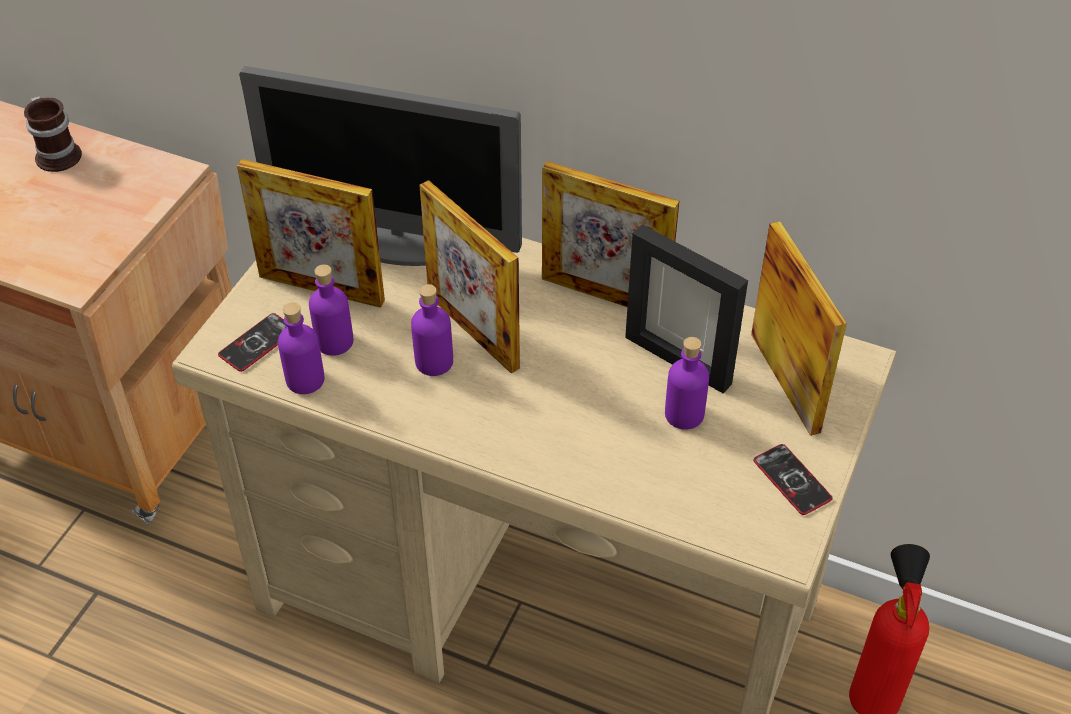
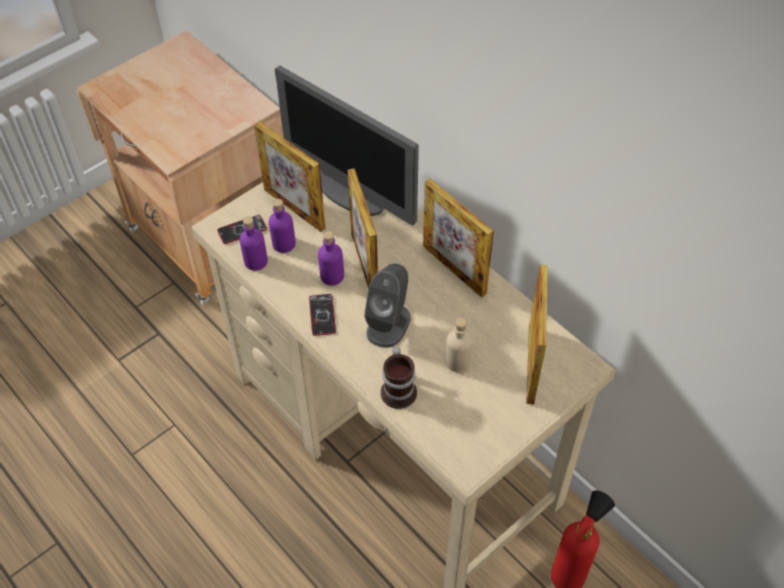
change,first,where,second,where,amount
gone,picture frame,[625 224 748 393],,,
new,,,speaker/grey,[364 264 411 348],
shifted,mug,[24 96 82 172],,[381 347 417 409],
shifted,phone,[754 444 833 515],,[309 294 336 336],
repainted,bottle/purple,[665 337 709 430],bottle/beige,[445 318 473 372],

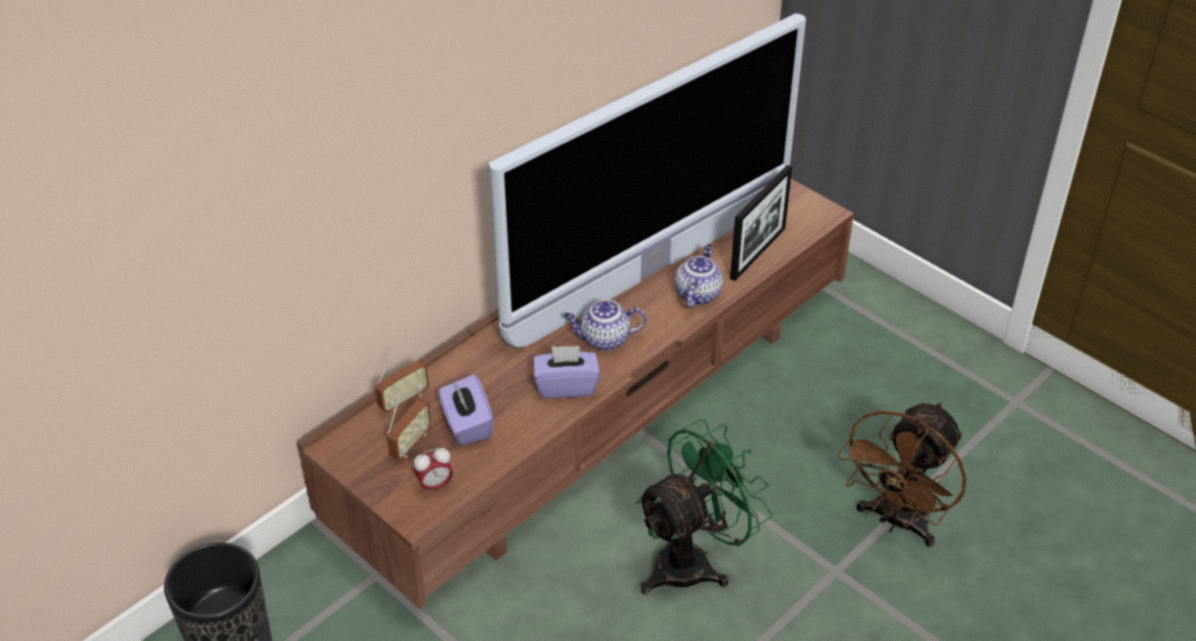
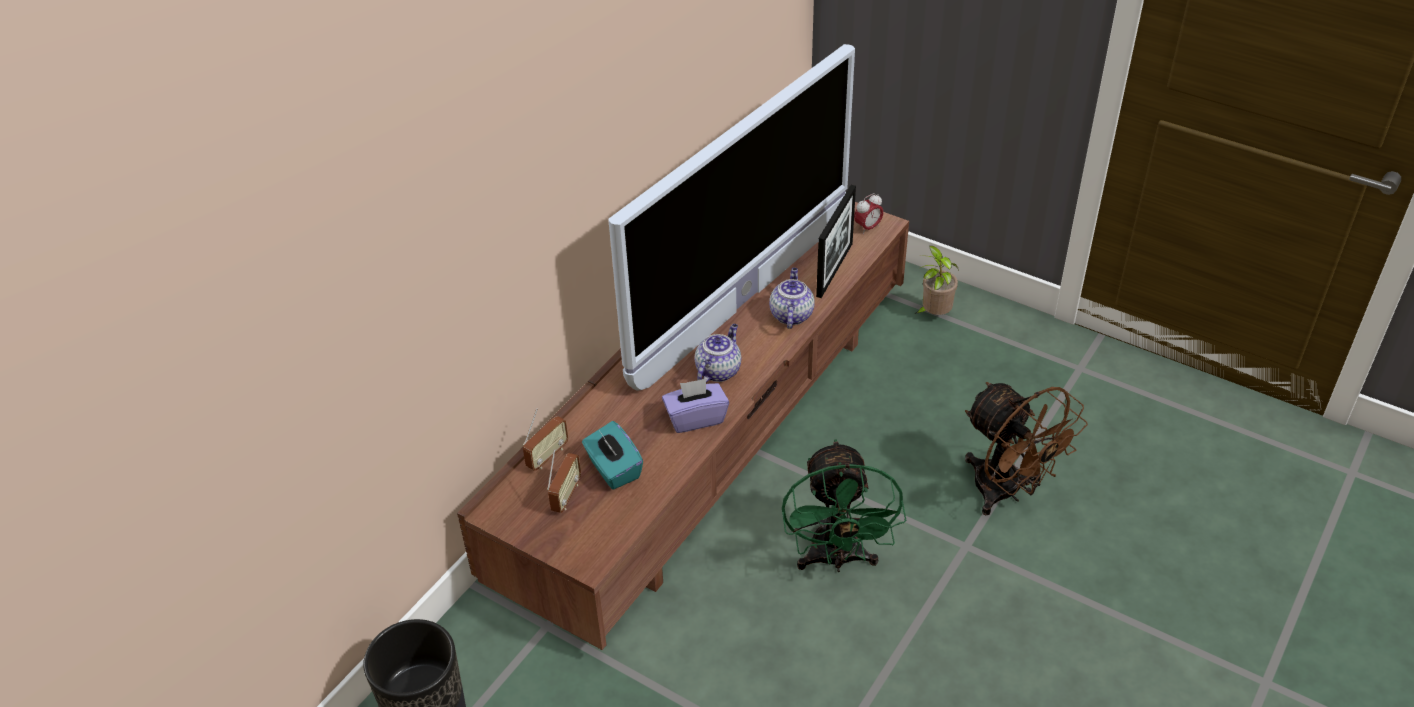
change,first,where,second,where,amount
new,,,potted plant,[915 245 959 315],
shifted,alarm clock,[414 448 454 494],,[854 193 884 234],
repainted,tissue box/purple,[438 374 494 446],tissue box/turquoise,[582 421 643 490],
rotated,teapot,[564 299 647 351],,[694 324 741 382],135 degrees clockwise
rotated,fan/green,[636 419 772 595],,[782 439 906 572],135 degrees clockwise
rotated,fan/brown,[837 402 967 547],,[965 382 1088 515],60 degrees counterclockwise

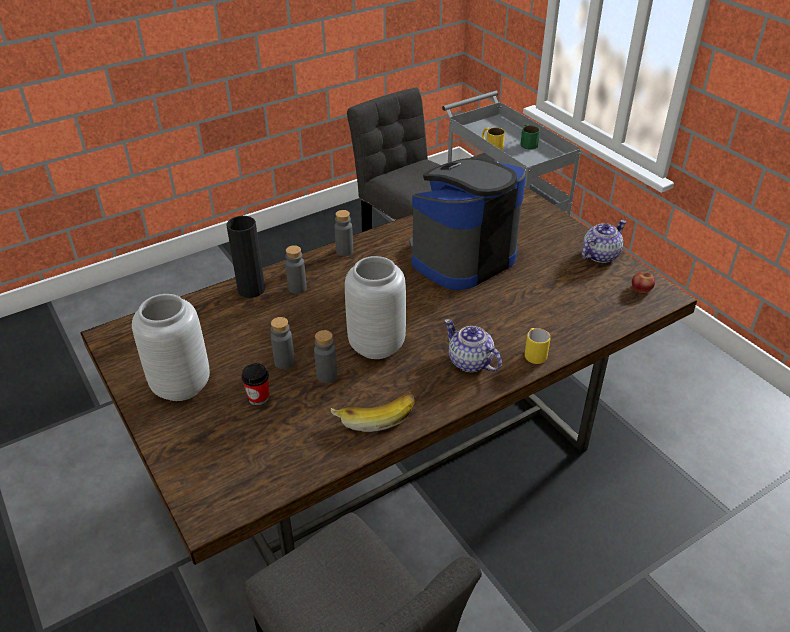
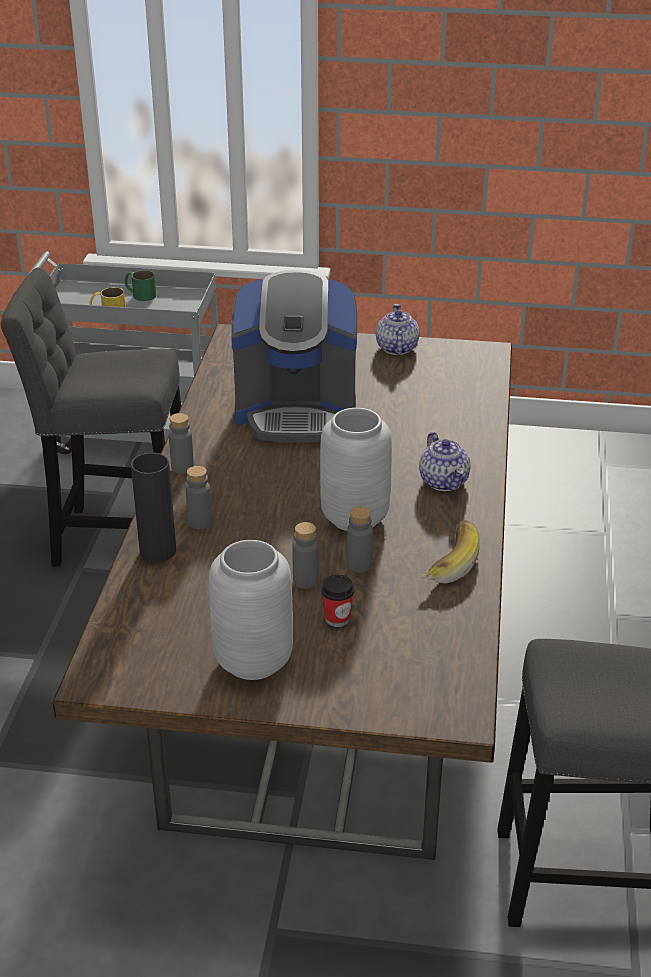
change,first,where,second,where,amount
gone,mug/yellow,[525 328 551 364],,,
gone,apple,[632 271 655 293],,,
rotated,coffee machine,[409 158 526 290],,[231 270 357 442],90 degrees counterclockwise
rotated,teapot,[444 319 502 372],,[419 432 471 491],105 degrees counterclockwise

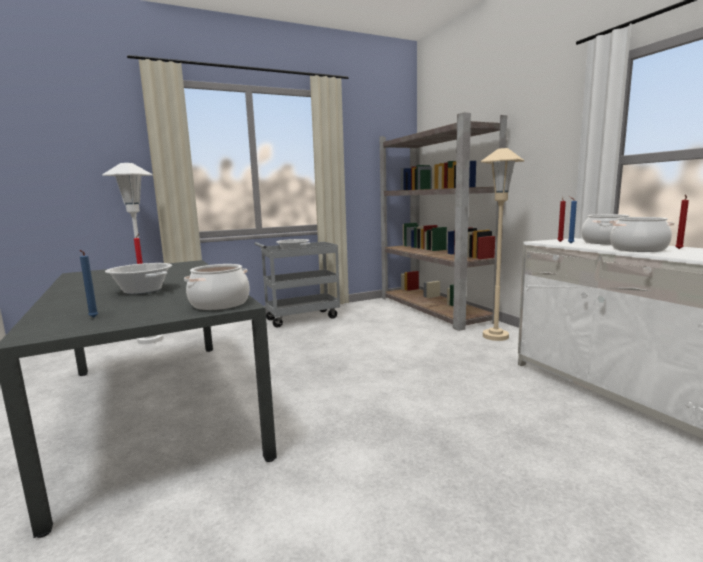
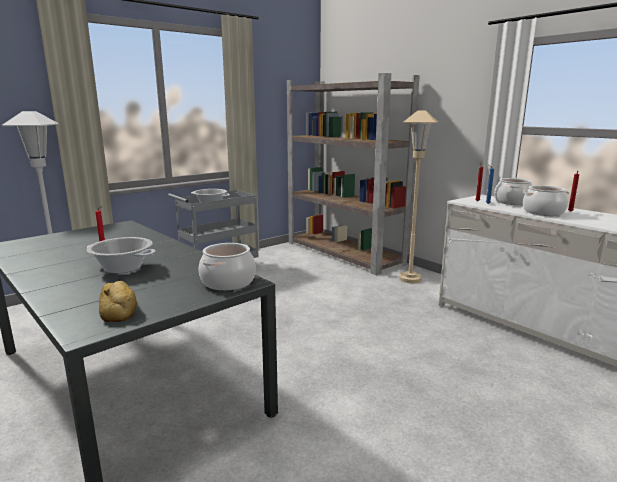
change,first,where,second,where,amount
swapped,candle/blue,[80 250 98 318],bread,[99 281 137 322],

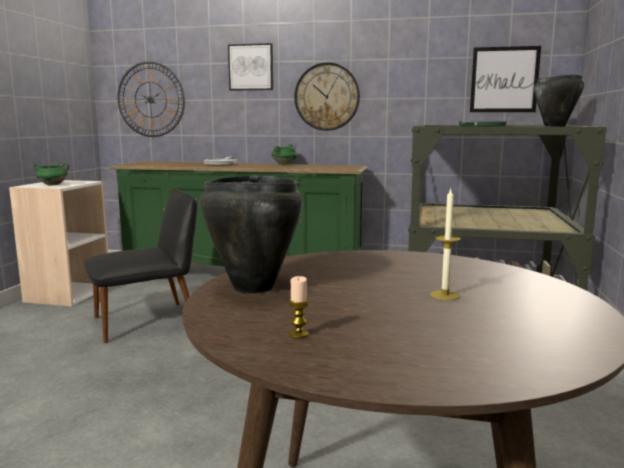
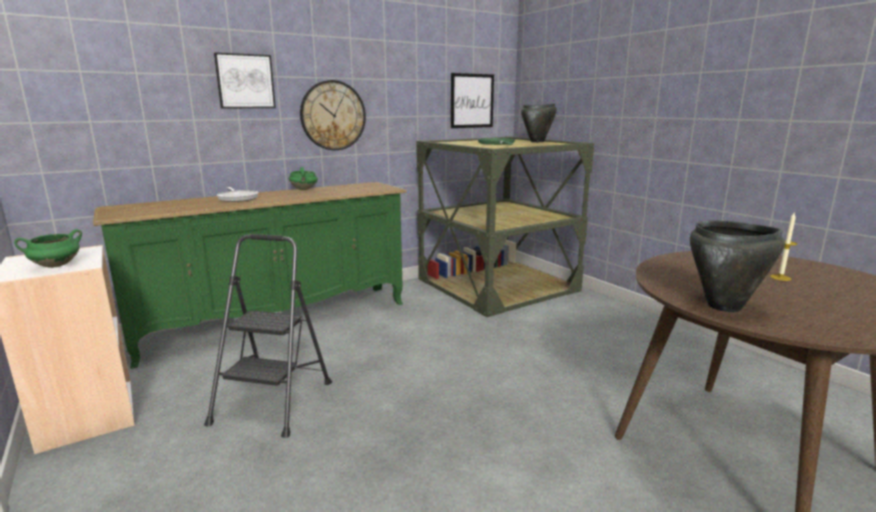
change,first,where,second,where,amount
gone,wall clock,[117 62 185 137],,,
gone,candle,[289 276 309 339],,,
swapped,chair/black,[84 188 197 343],step ladder/black,[204 234 332 438],

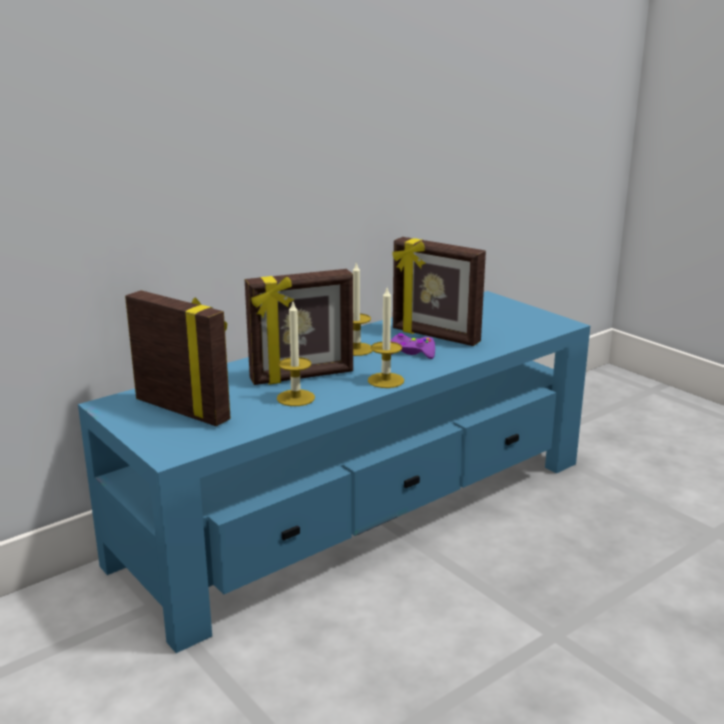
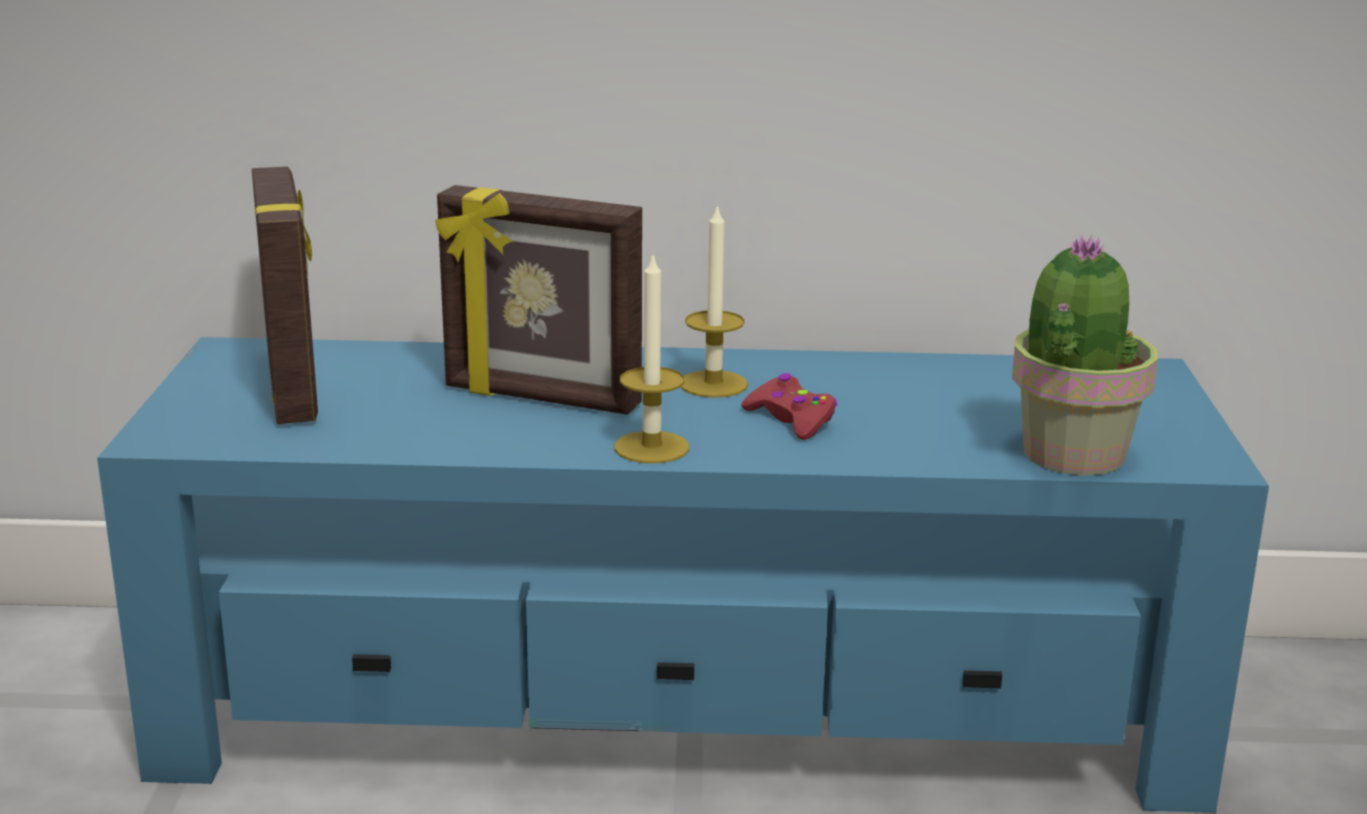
change,first,where,second,where,amount
gone,candle,[277 302 315 406],,,
gone,picture frame,[392 237 486 346],,,
new,,,potted plant,[1012 235 1158 476],
repainted,game controller/purple,[391 333 435 359],game controller/red,[742 373 837 440],

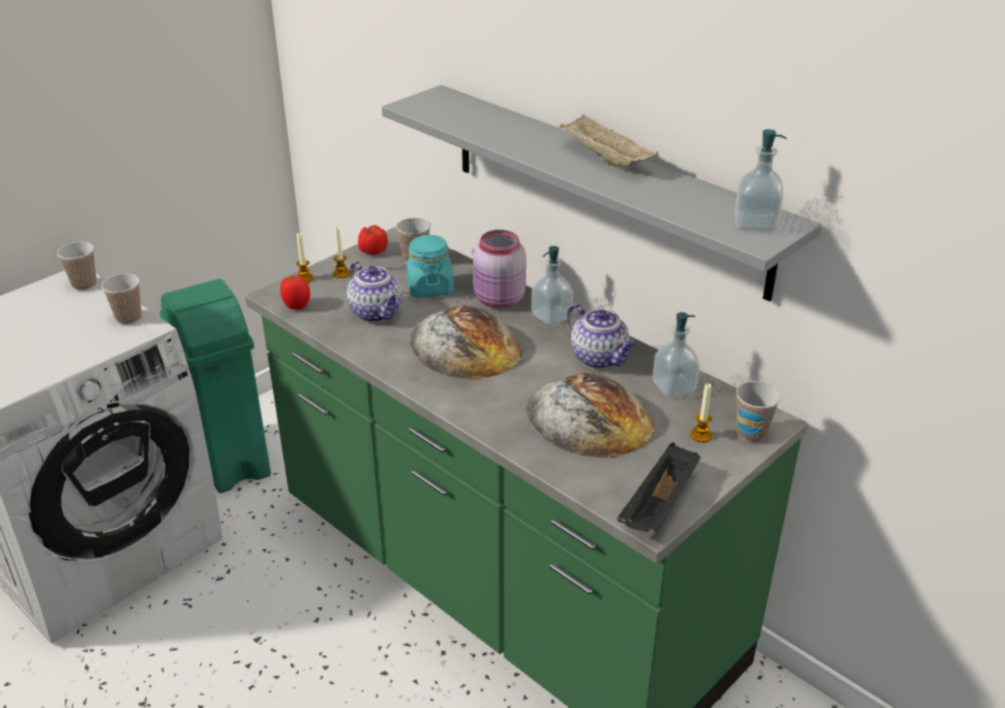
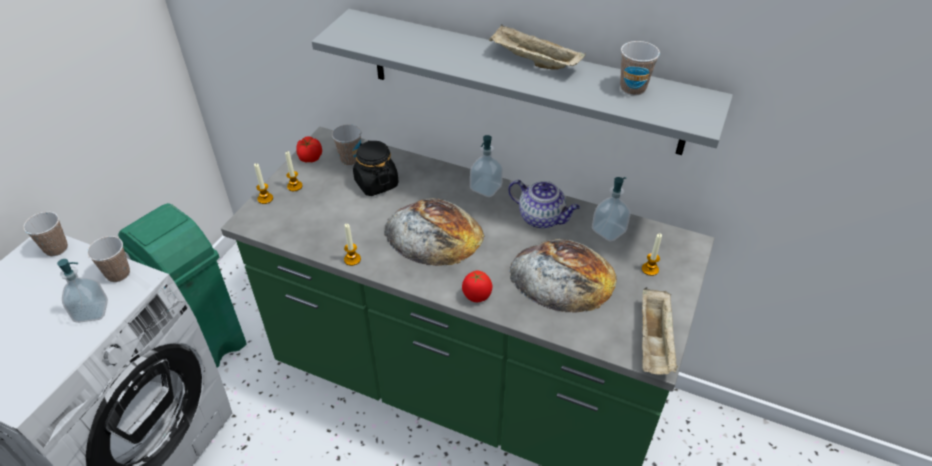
change,first,where,second,where,amount
gone,teapot,[347 261 402 322],,,
gone,jar/pink,[473 230 526 308],,,
new,,,candle,[344 224 361 266],
shifted,tomato,[280 275 310 310],,[462 271 492 302],
shifted,soap dispenser,[735 129 787 232],,[57 259 108 323],
shifted,cup,[736 381 781 443],,[620 41 660 96],
repainted,jar/turquoise,[406 235 454 297],jar/black,[353 140 399 196],
repainted,tray/black,[617 443 701 533],tray/beige,[642 287 678 374],

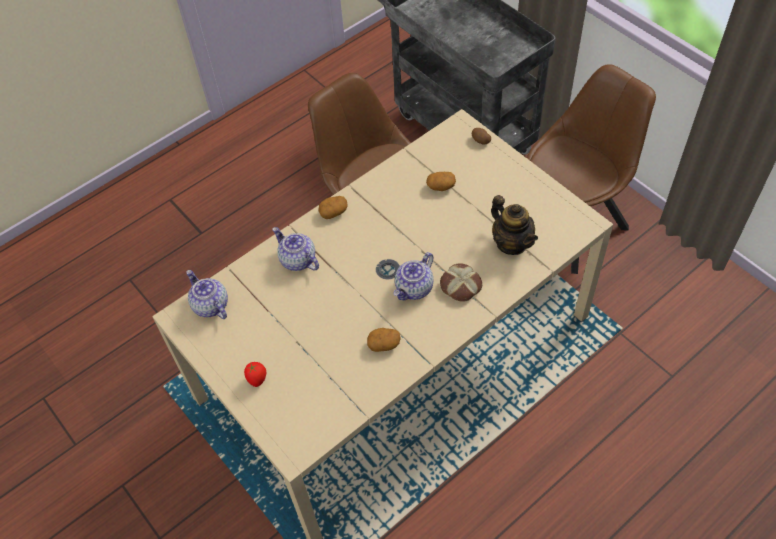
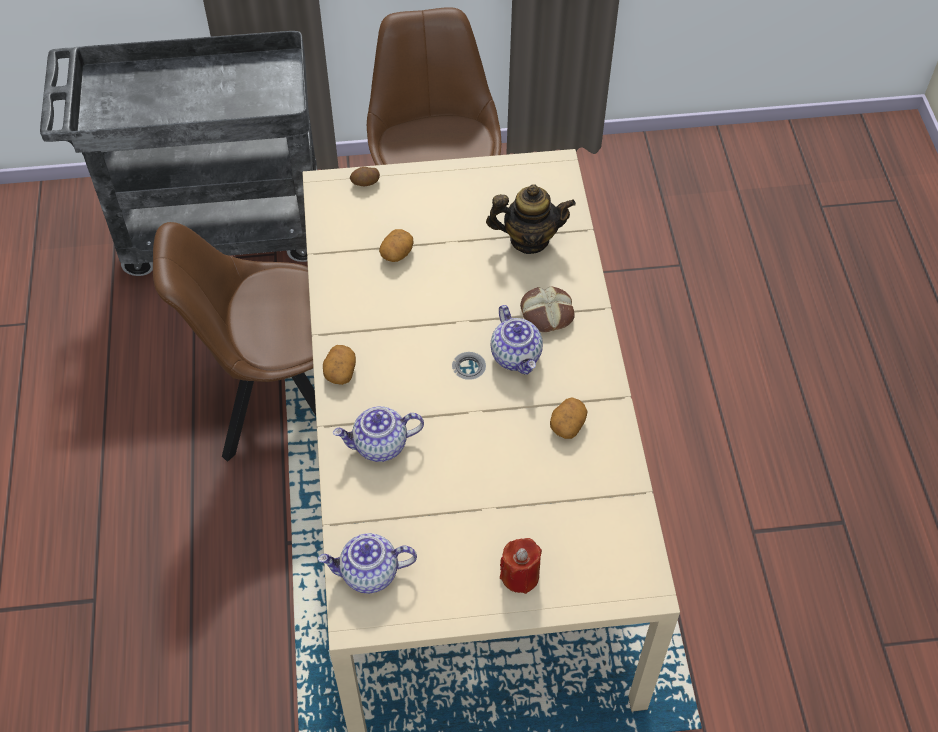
change,first,where,second,where,amount
swapped,tomato,[244 362 266 387],candle/red,[500 538 542 594],

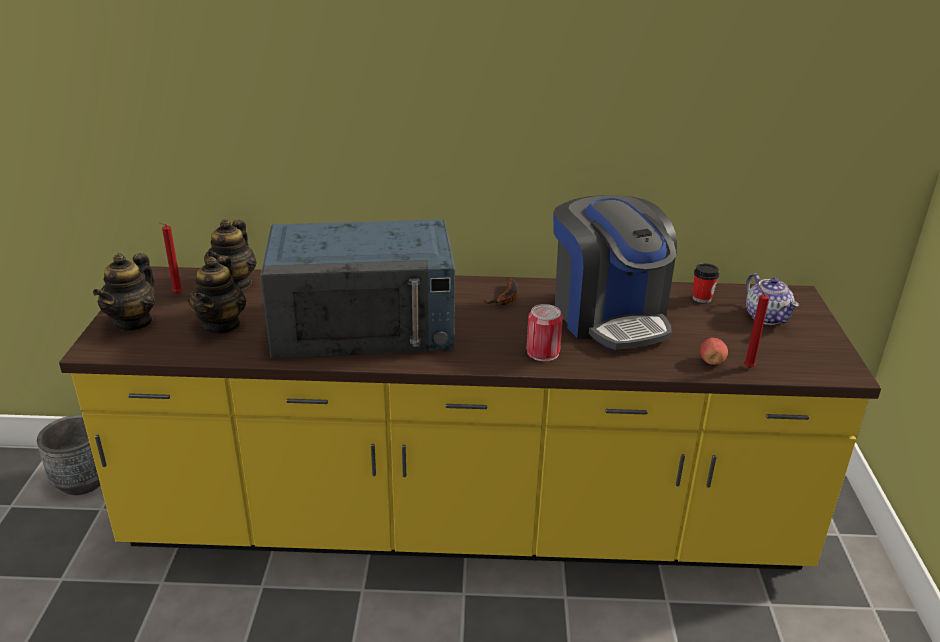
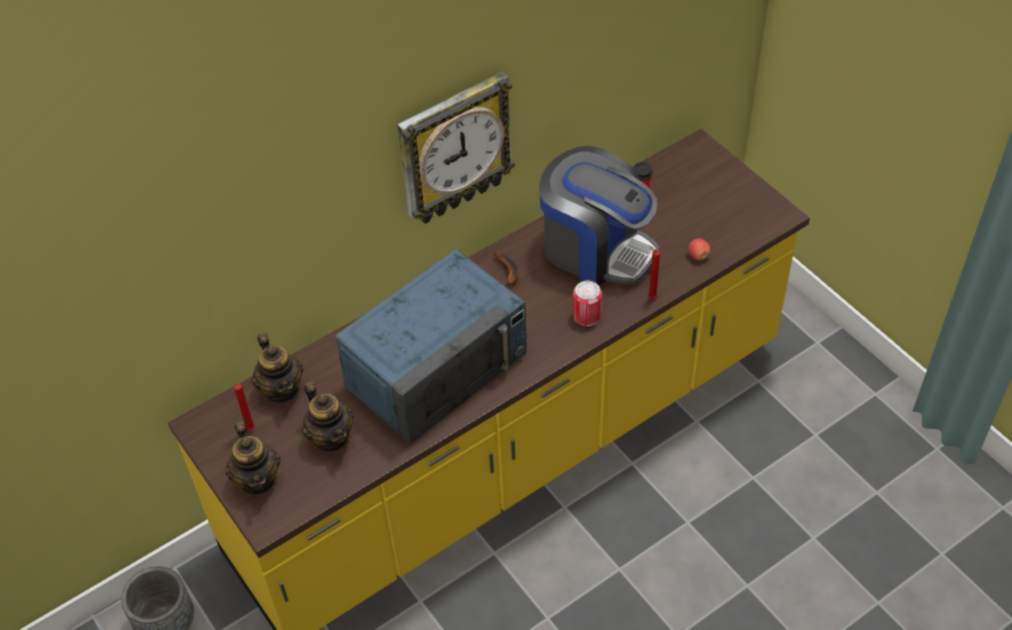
change,first,where,second,where,amount
gone,teapot,[746 273 799 325],,,
new,,,wall clock,[397 72 515 224],
shifted,candle/red,[744 284 769 368],,[648 246 660 298],

